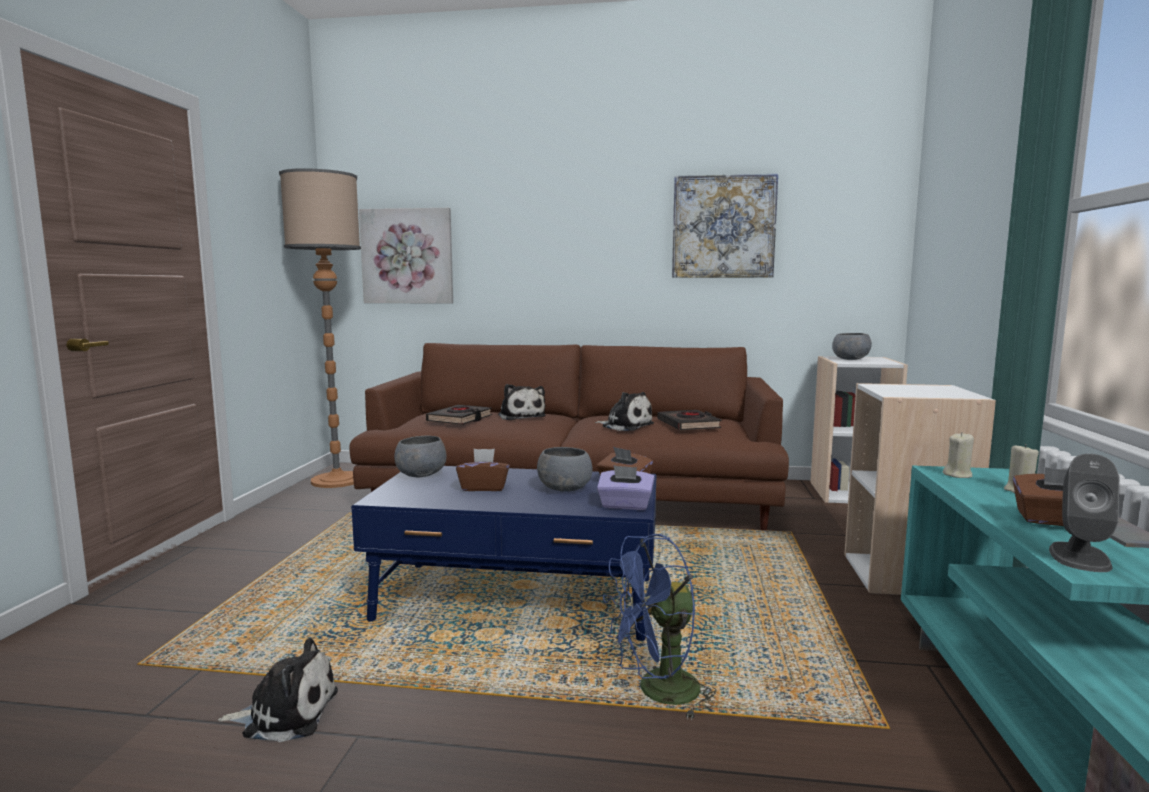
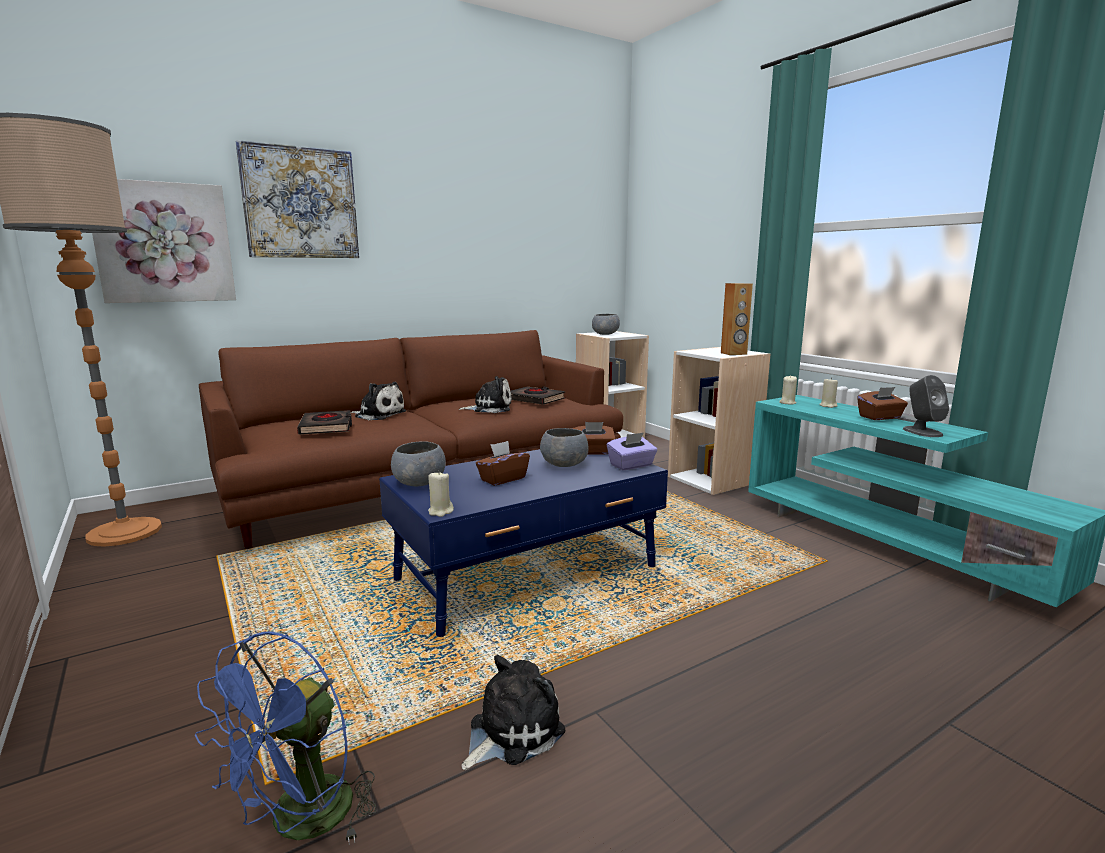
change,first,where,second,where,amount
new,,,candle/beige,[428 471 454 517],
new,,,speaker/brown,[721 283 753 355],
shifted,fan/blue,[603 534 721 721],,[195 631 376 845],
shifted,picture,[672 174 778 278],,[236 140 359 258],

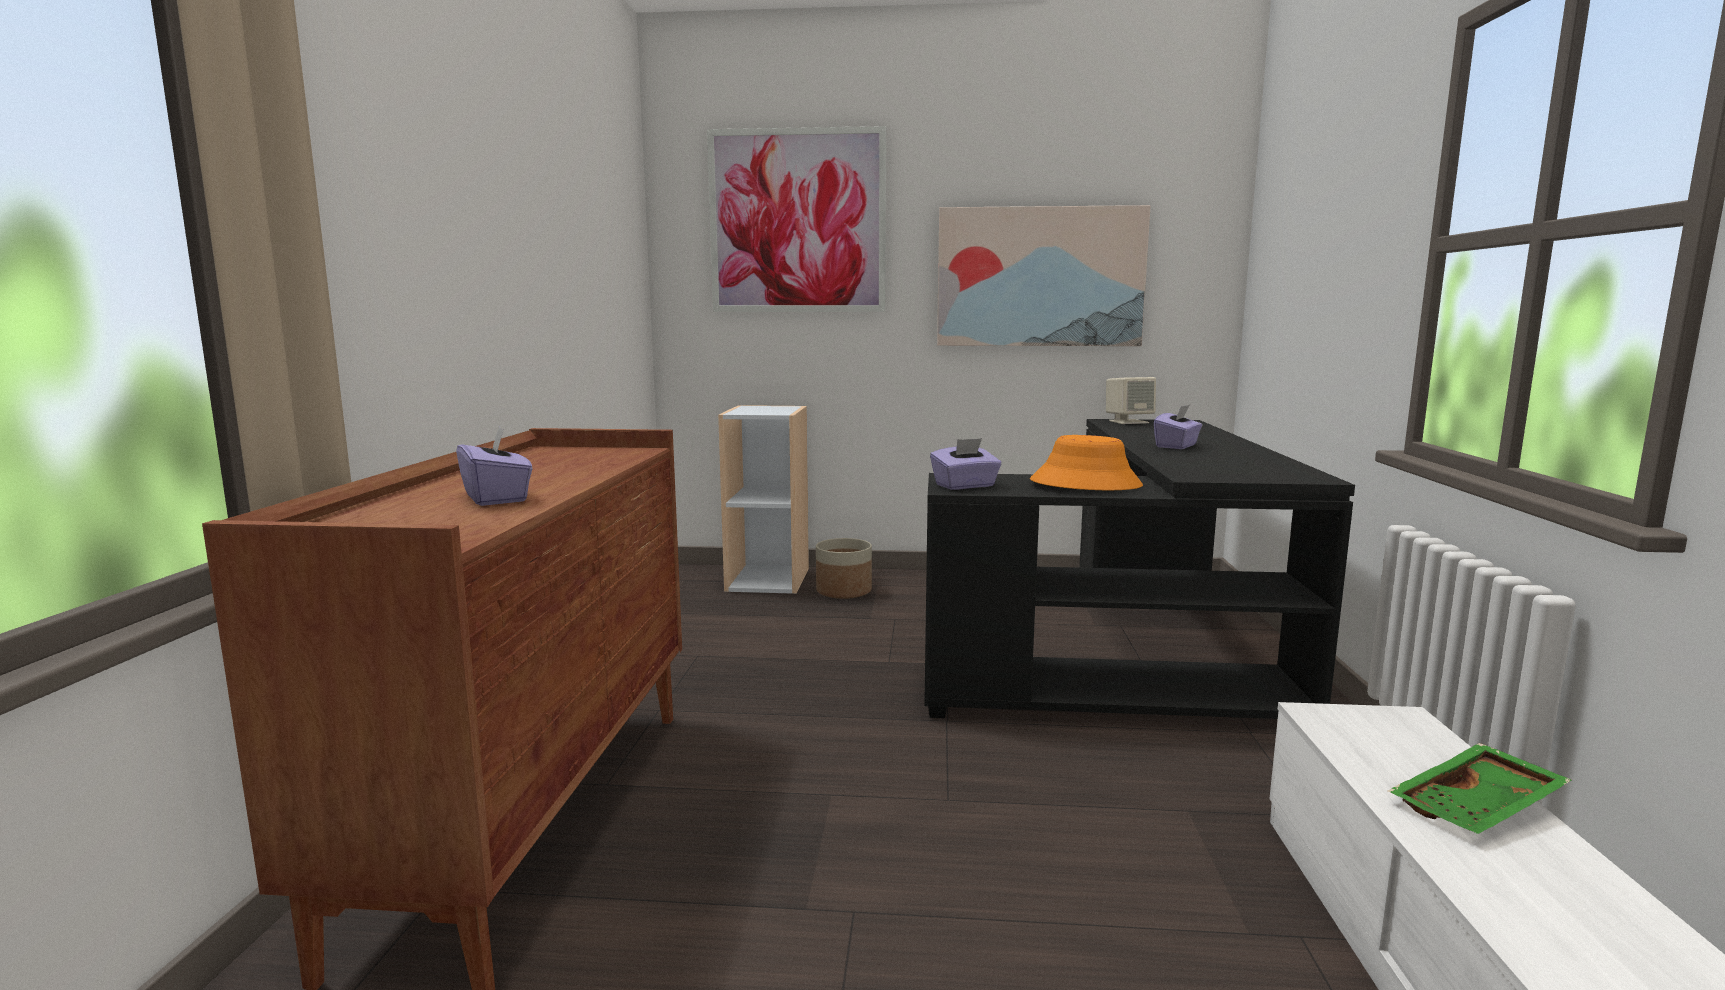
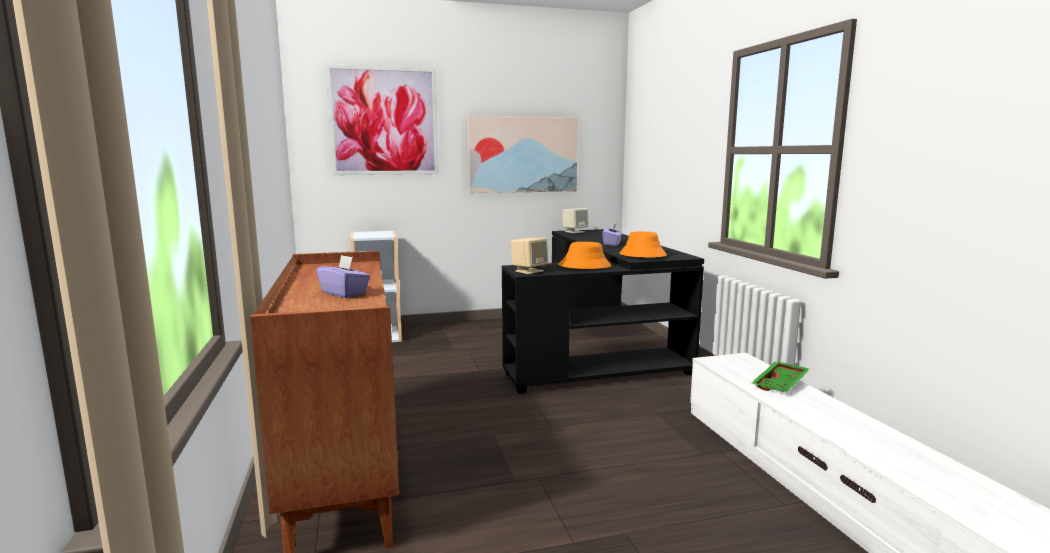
change,first,where,second,where,amount
gone,planter,[816 538 872 599],,,
new,,,hat/orange,[619 232 667 258],
swapped,tissue box/purple,[930 438 1001 490],speaker/beige,[511 238 548 274],

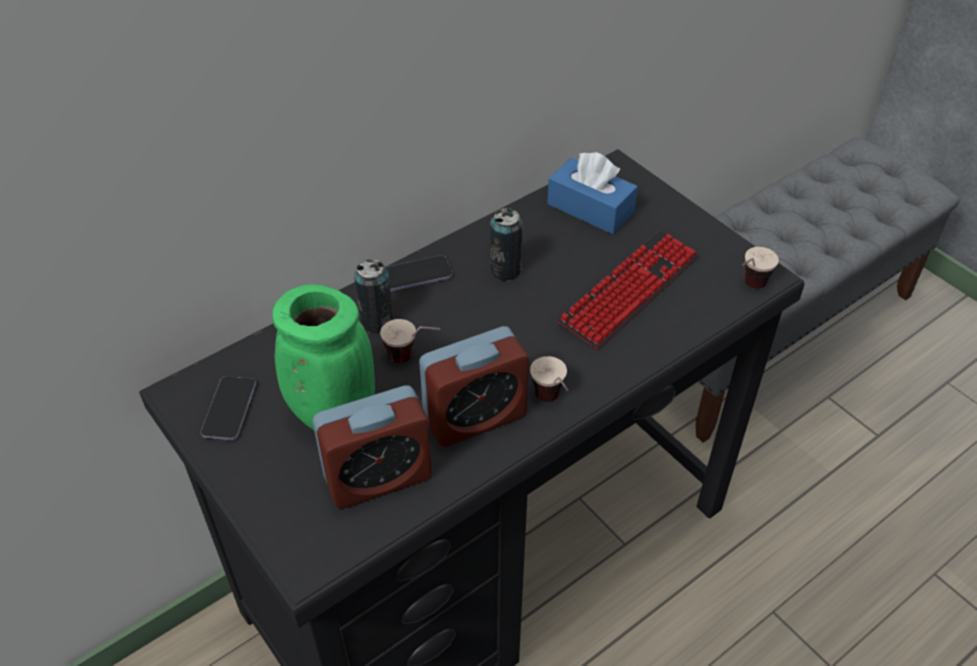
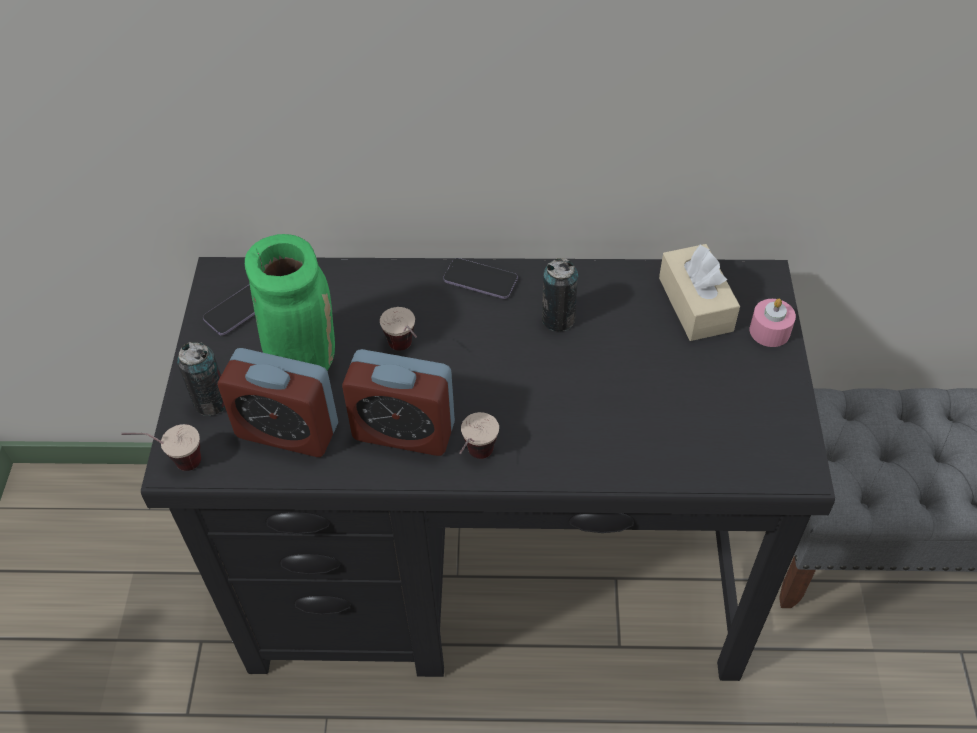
change,first,where,second,where,amount
gone,keyboard,[557 231 699 349],,,
new,,,candle/pink,[749 299 796 347],
shifted,can,[354 259 393 334],,[177 342 225 416],
shifted,cup,[742 247 779 288],,[121 424 201 471],
repainted,tissue box/blue,[547 152 638 234],tissue box/beige,[659 244 740 341],

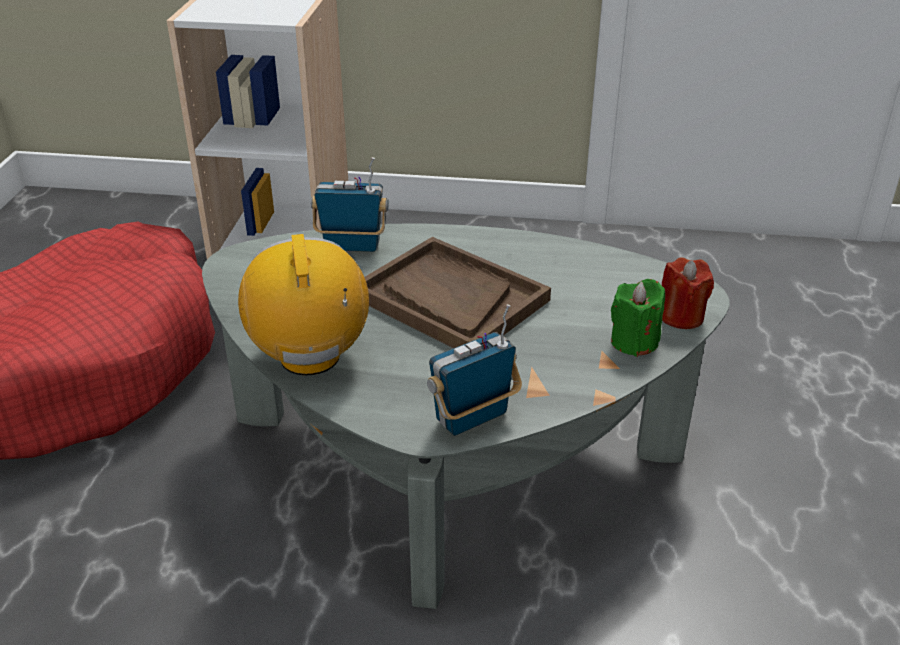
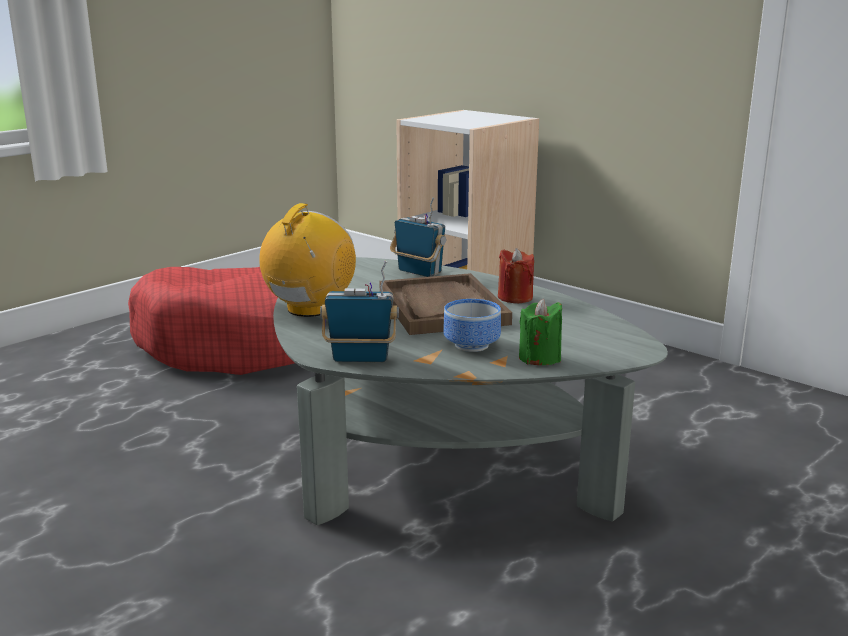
change,first,where,second,where,amount
new,,,bowl,[443 299 501 352],
shifted,candle/red,[662 257 714 329],,[498 248 534 303],

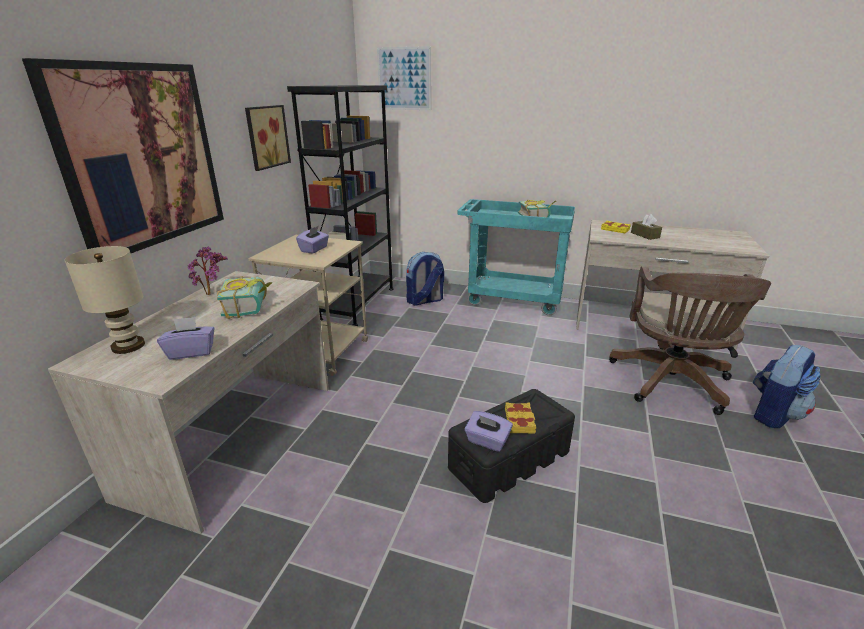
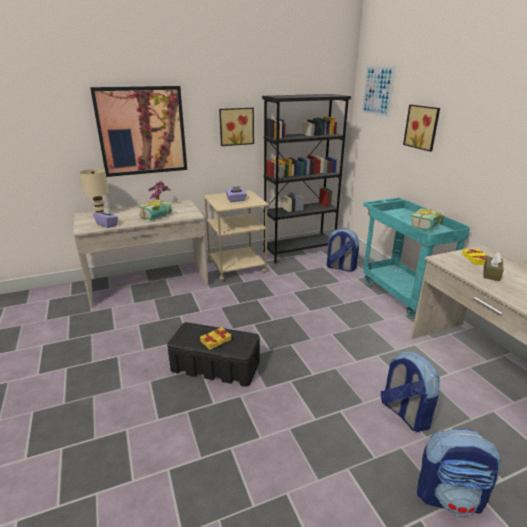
change,first,where,second,where,amount
gone,tissue box/purple,[465 411 513 452],,,
new,,,picture,[403 105 440 152],
swapped,office chair/brown,[609 266 771 415],backpack,[381 351 440 432],

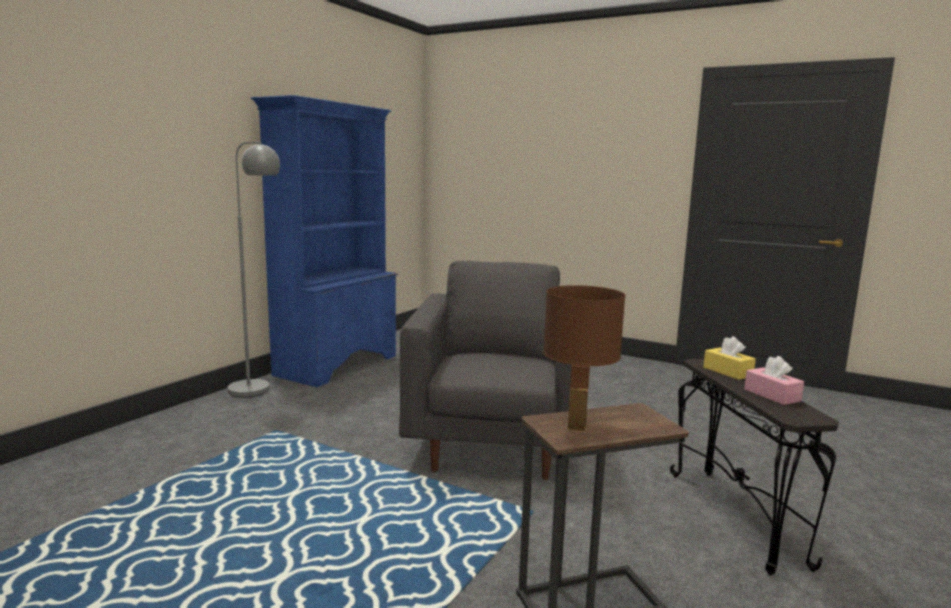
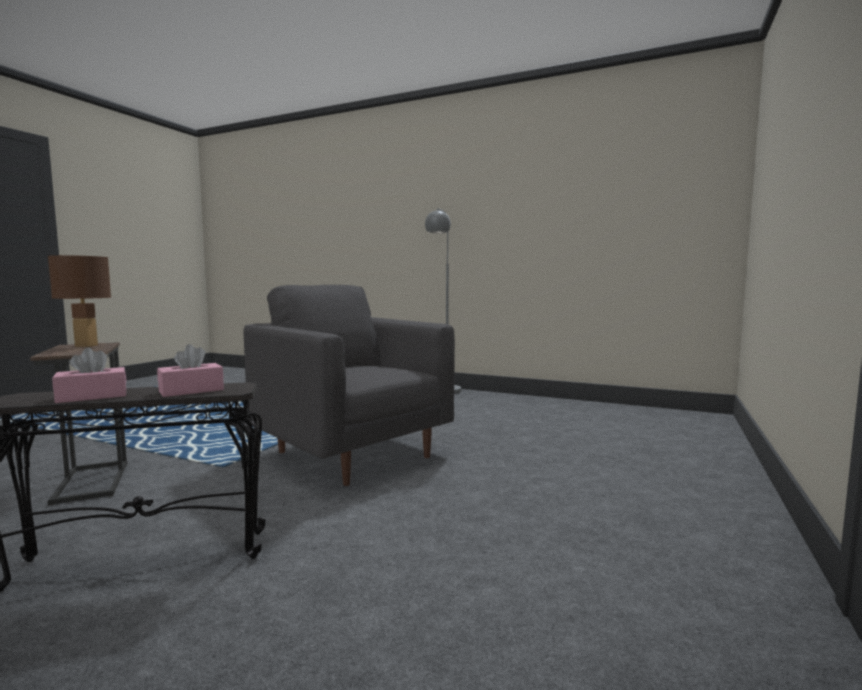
change,first,where,second,where,amount
gone,bookcase/blue,[250 95 398 387],,,
repainted,tissue box/yellow,[703 336 756 380],tissue box/pink,[157 344 224 397],
rotated,armchair/grey,[399 261 572 480],,[244 285 455 486],135 degrees counterclockwise

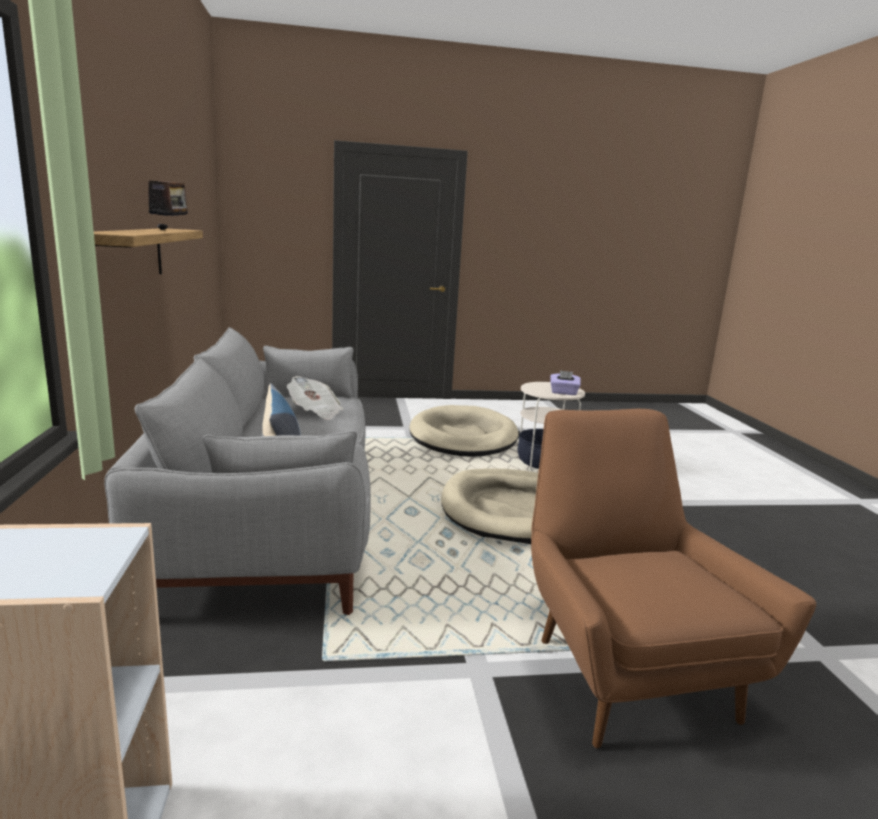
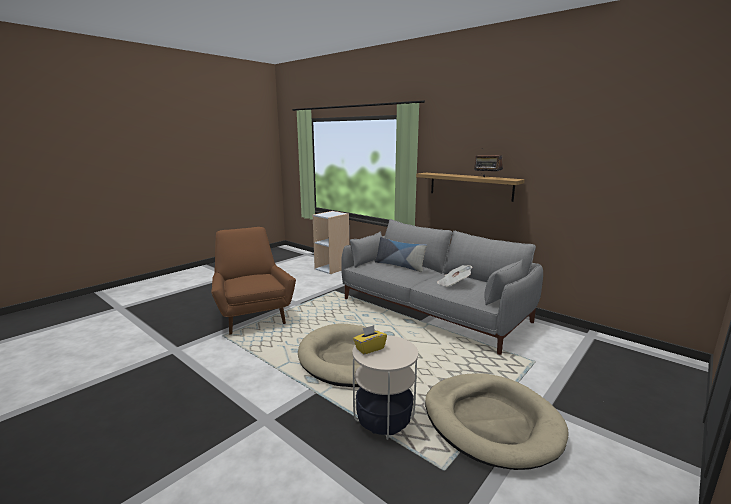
change,first,where,second,where,amount
repainted,tissue box/purple,[550 370 581 395],tissue box/yellow,[353 325 387 355],
rotated,armchair/brown,[531 409 816 748],,[211 227 296 335],150 degrees counterclockwise

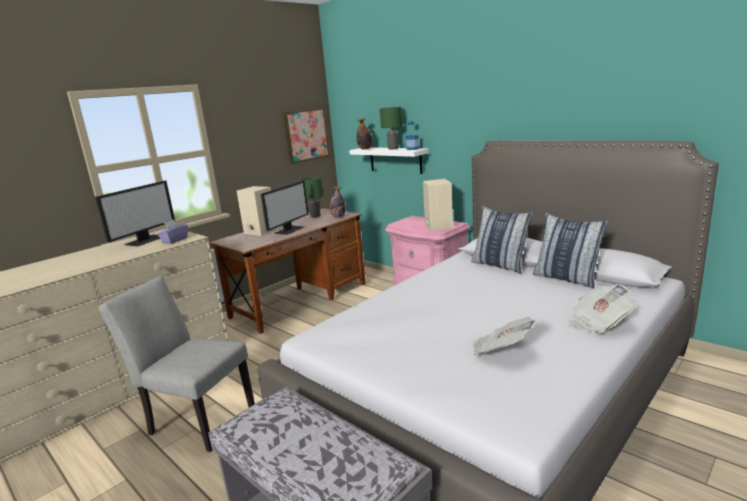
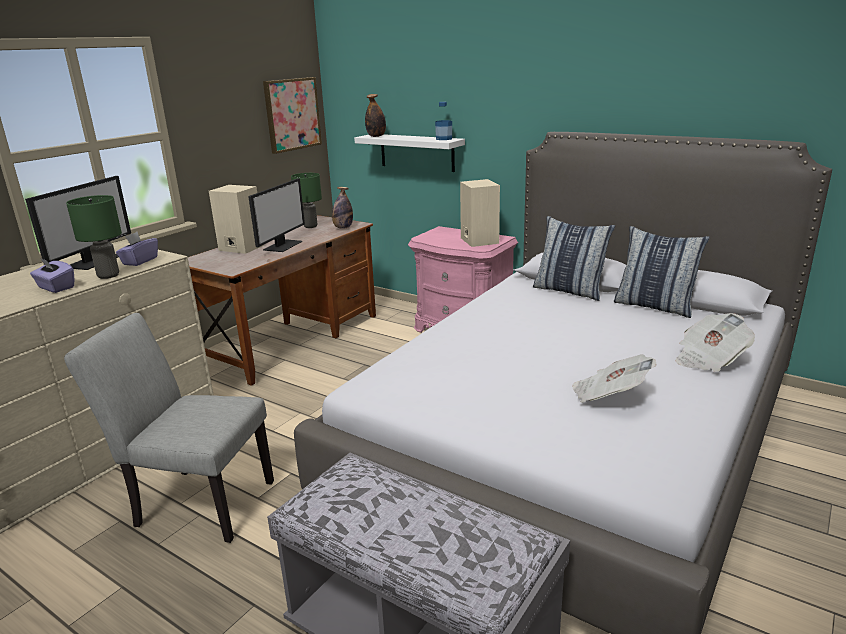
change,first,where,second,where,amount
new,,,tissue box/purple,[30 258 74 293],
shifted,table lamp/green,[380 107 403 150],,[66 195 122 279],

